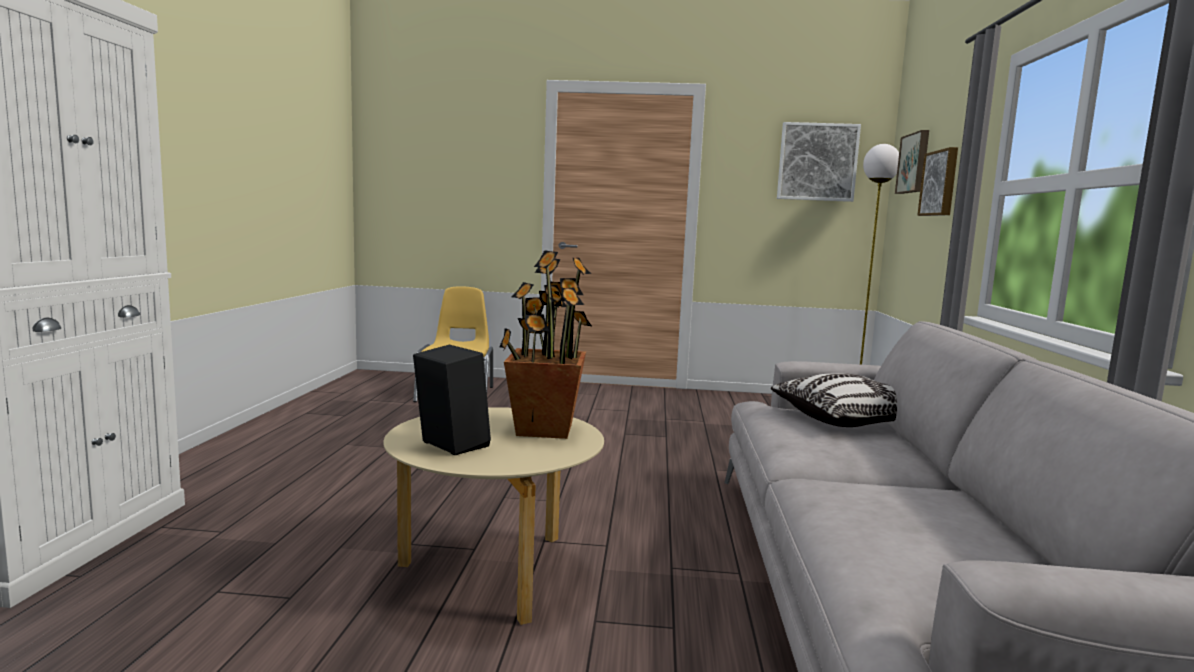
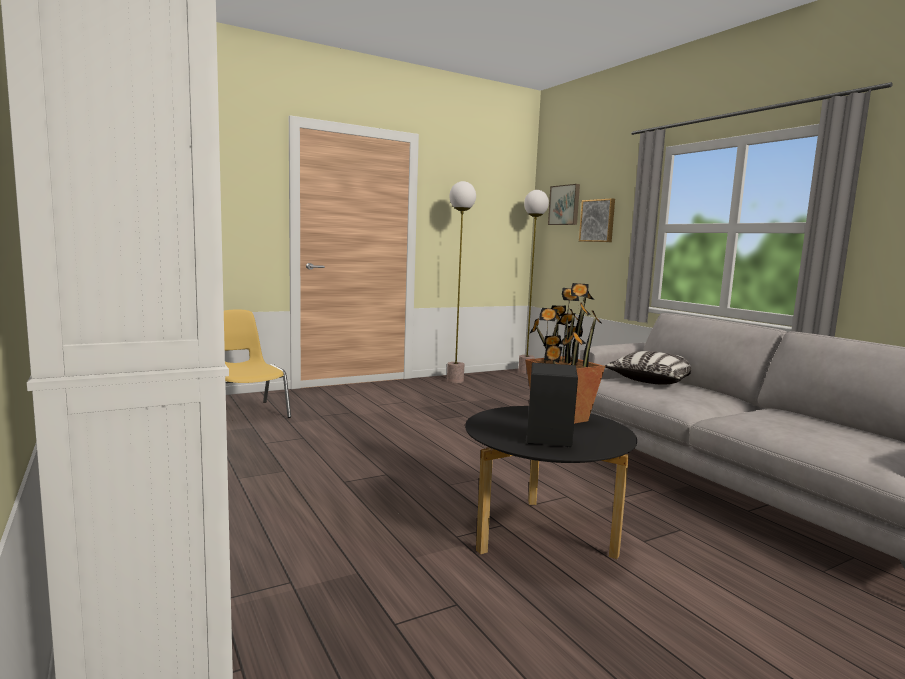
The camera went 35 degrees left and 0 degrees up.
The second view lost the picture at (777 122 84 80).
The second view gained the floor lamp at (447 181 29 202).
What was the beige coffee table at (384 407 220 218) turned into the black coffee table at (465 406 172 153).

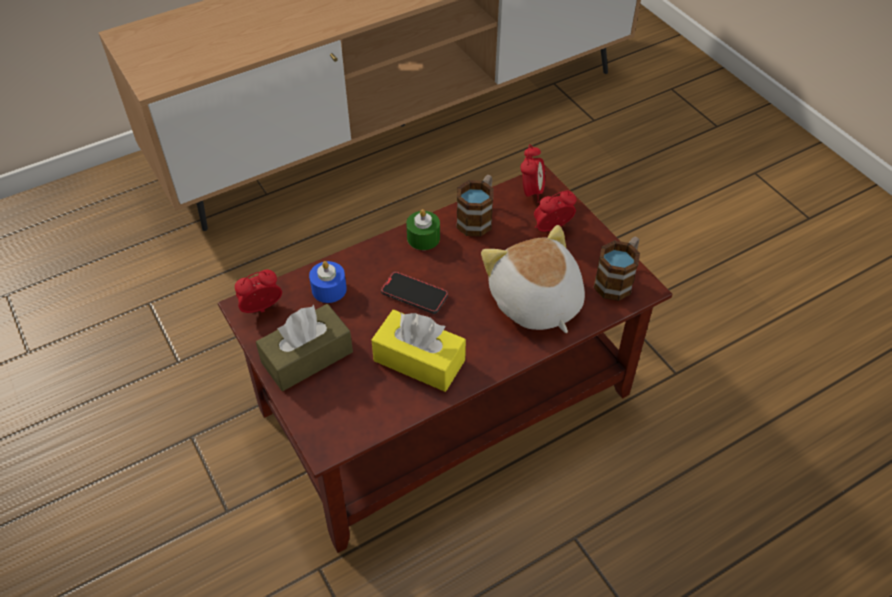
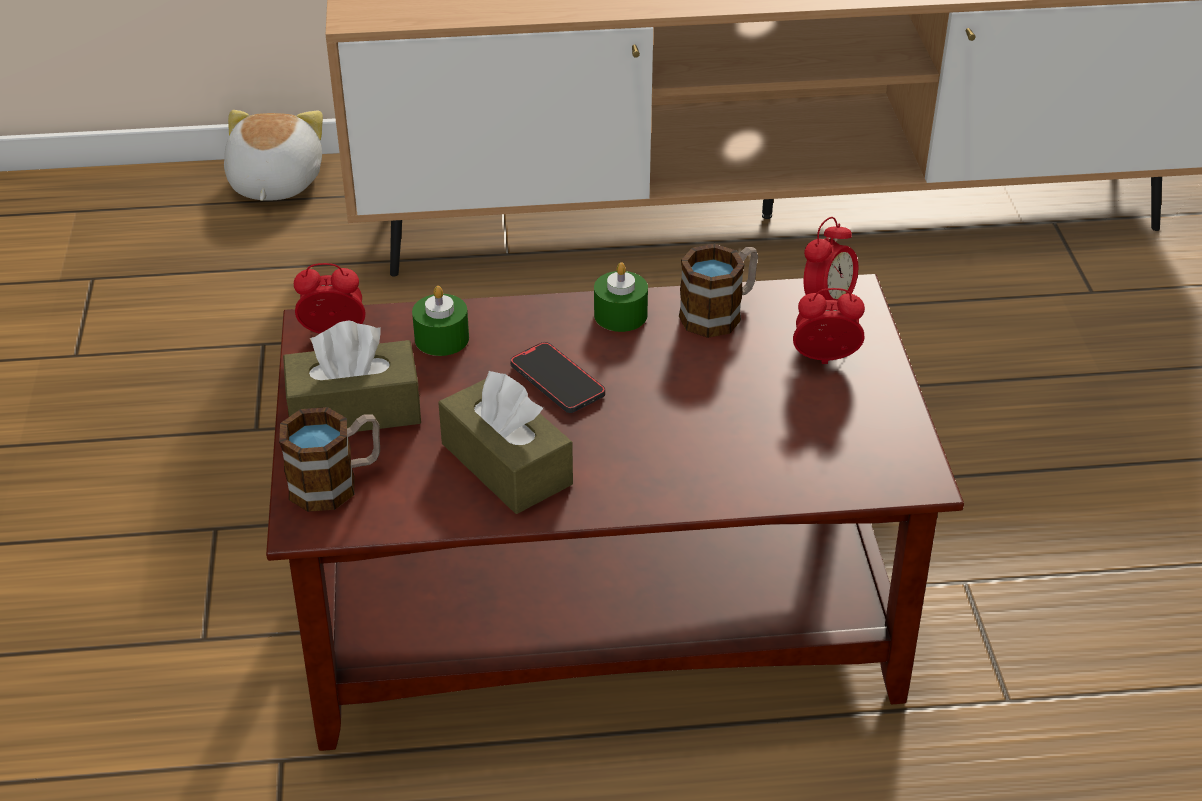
The camera went 25 degrees right and 10 degrees down.
The plush toy ended up elsewhere, having gone from (481 225 104 108) to (224 110 99 91).
The mug ended up elsewhere, having gone from (594 237 46 64) to (279 407 101 105).
What was the blue candle at (309 261 38 42) turned into the green candle at (412 286 57 70).
What was the yellow tissue box at (371 310 95 82) turned into the brown tissue box at (438 371 135 143).

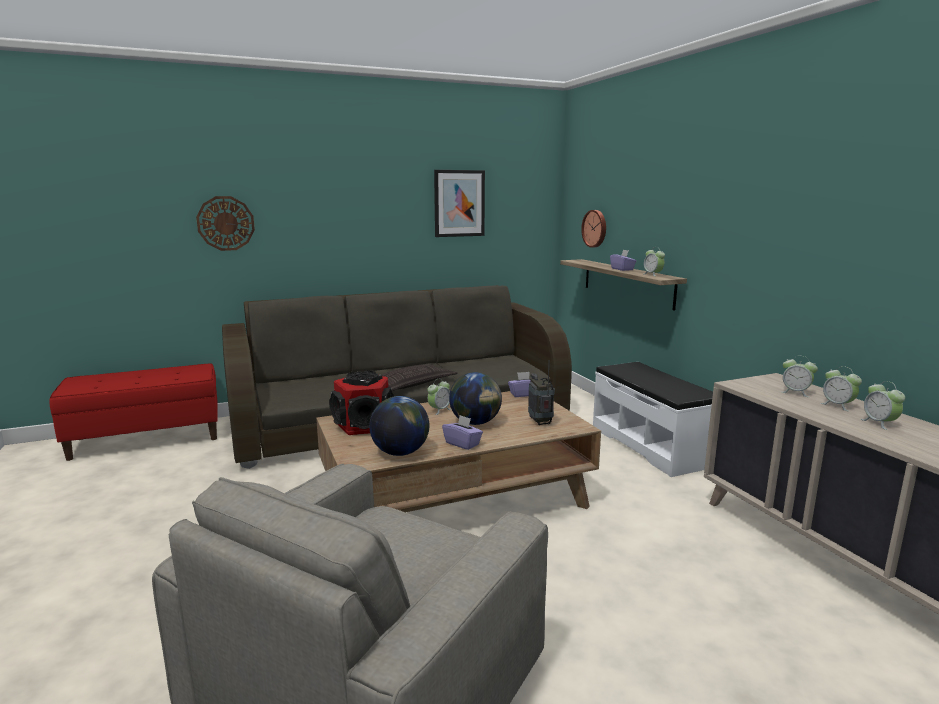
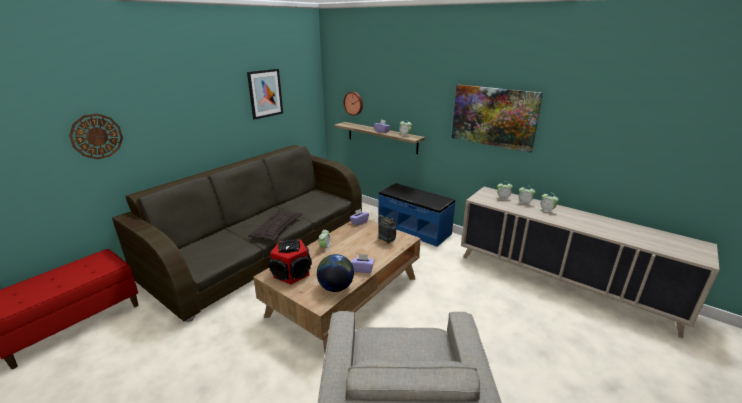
The camera went 30 degrees left and 10 degrees up.
The second view lost the globe at (449 372 53 53).
The second view gained the picture at (452 84 91 69).
What was the white bench at (593 362 120 115) turned into the blue bench at (378 183 77 64).

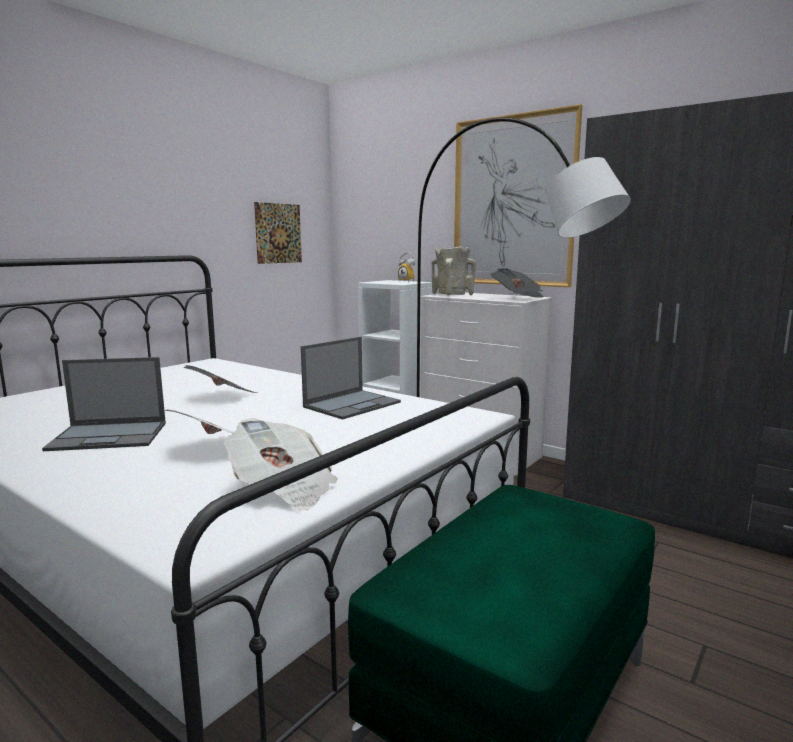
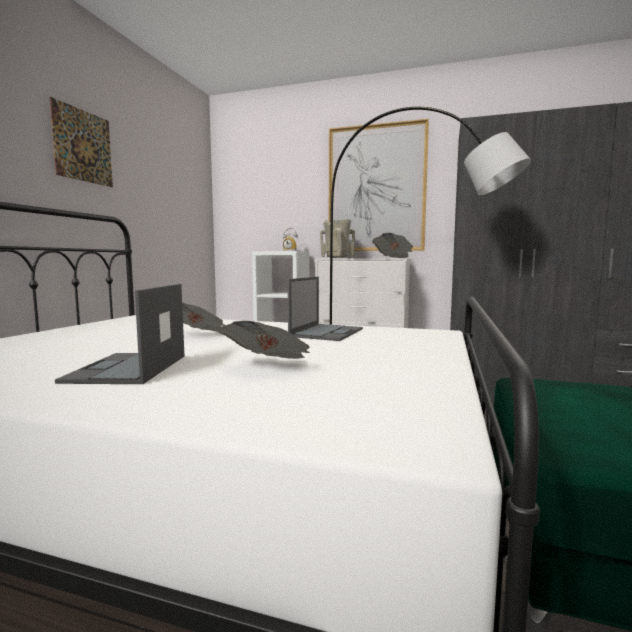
The camera went 20 degrees left and 5 degrees down.
The second view lost the newspaper at (224 418 114 92).
The picture ended up elsewhere, having gone from (254 202 48 62) to (49 97 64 90).
The laptop at (42 357 124 94) ended up facing another way, 120 degrees clockwise from before.

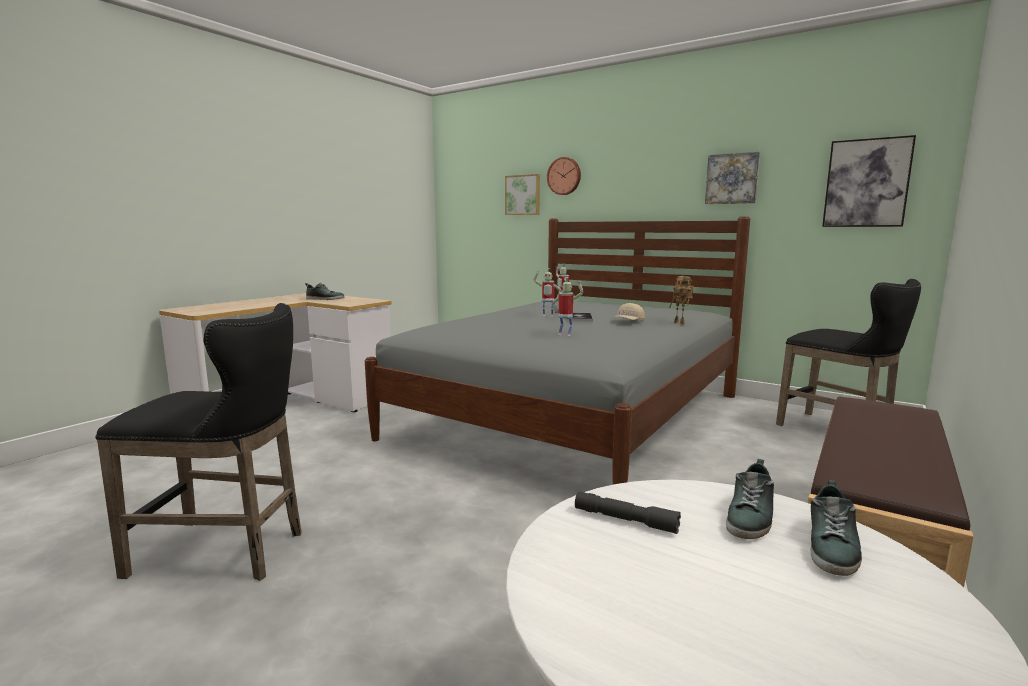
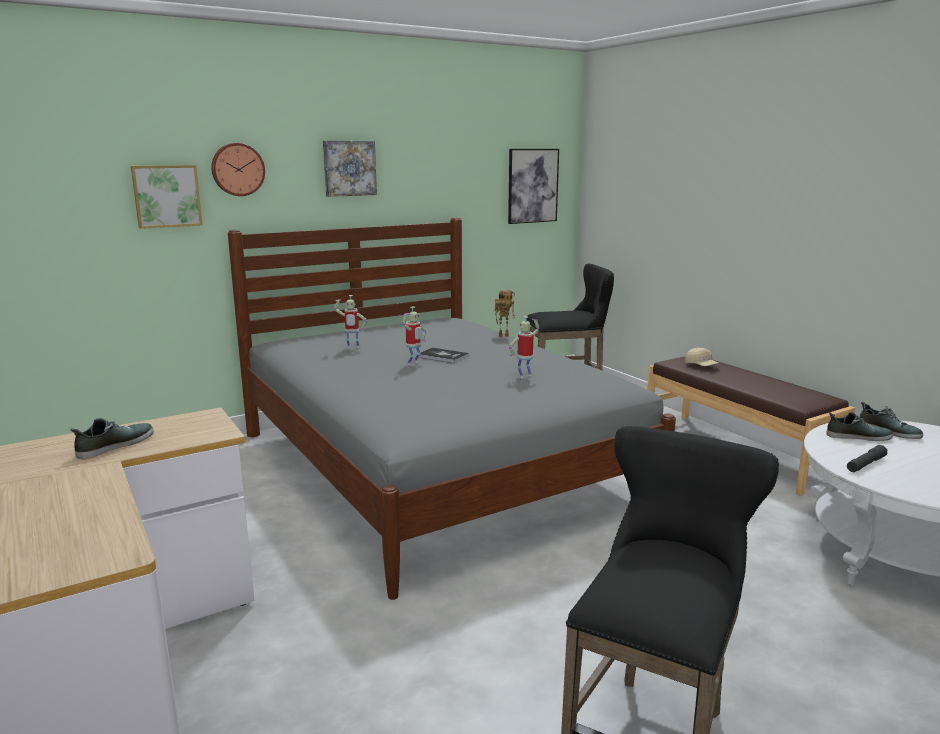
The camera went 65 degrees left and 5 degrees up.
The beige cap ended up elsewhere, having gone from (613 303 32 17) to (685 347 35 19).
The picture ended up elsewhere, having gone from (705 152 55 52) to (323 141 54 56).
The shoe at (726 459 48 80) ended up facing another way, 45 degrees counterclockwise from before.

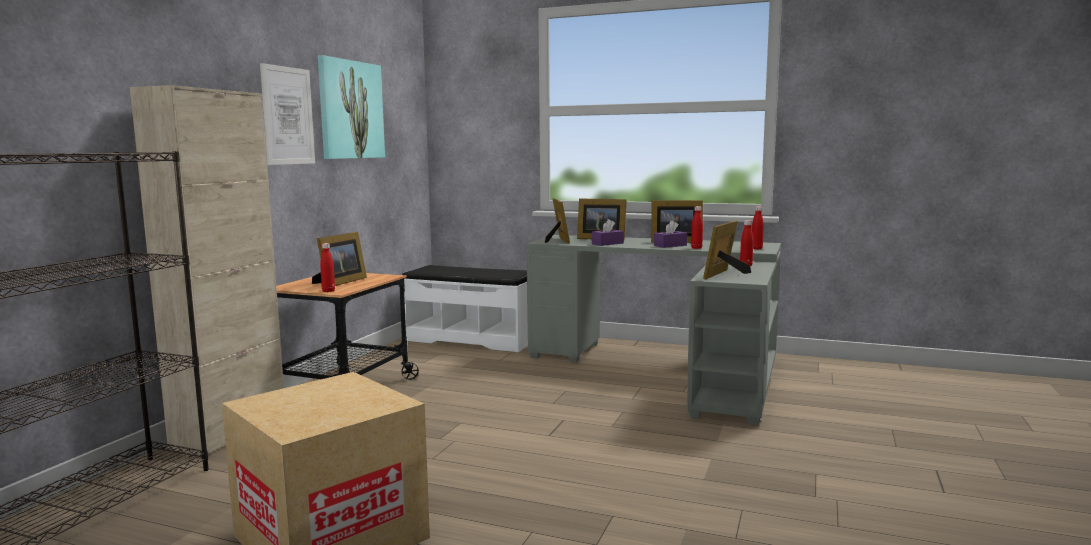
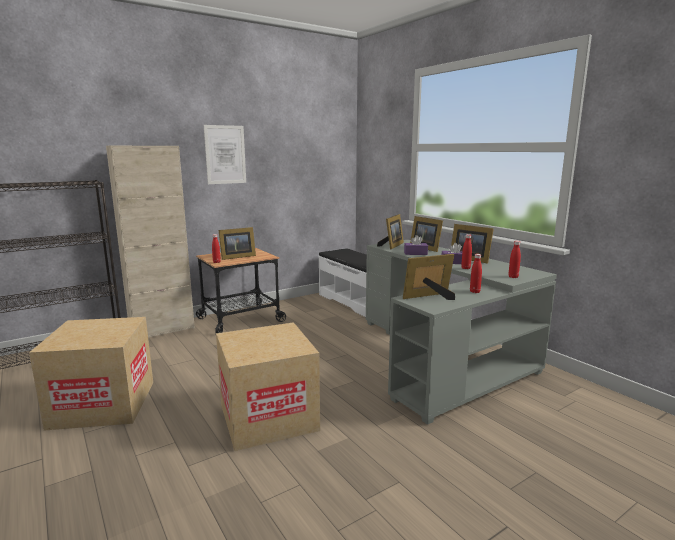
The camera went 35 degrees right and 5 degrees up.
The second view lost the picture at (318 55 67 104).
The second view gained the cardboard box at (216 322 104 129).

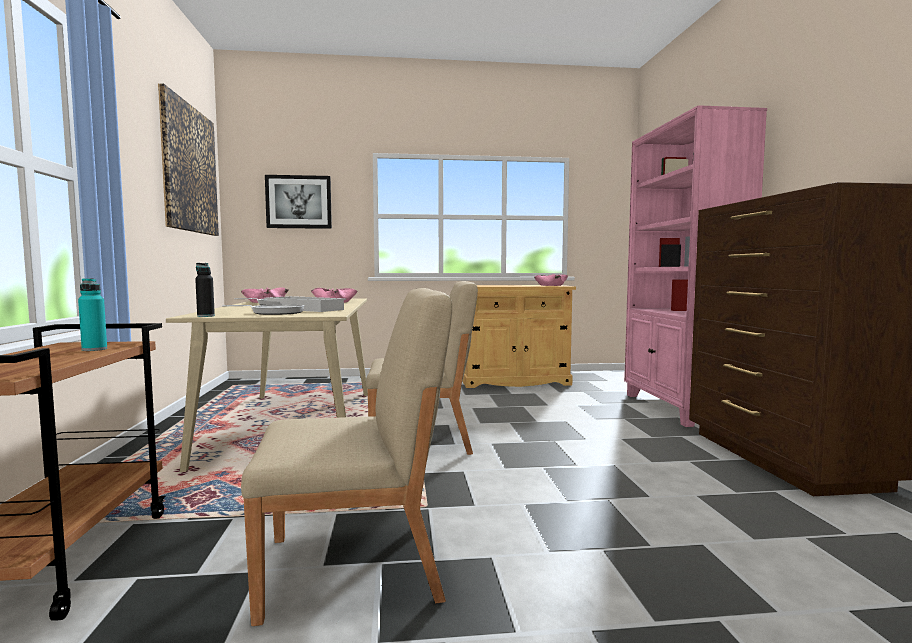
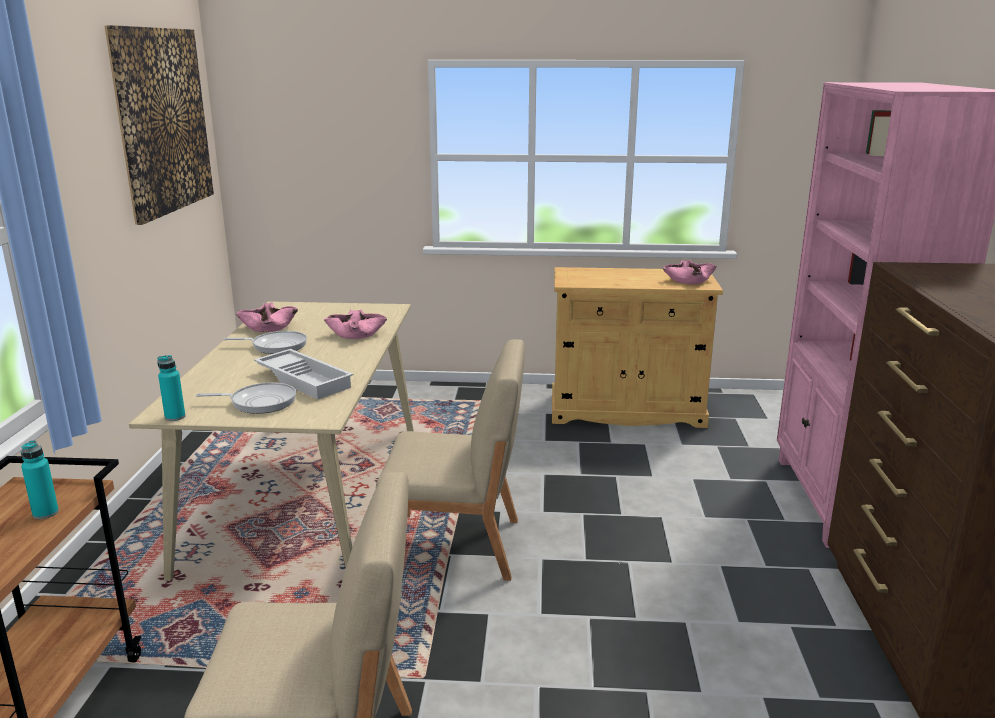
The camera went 10 degrees right and 15 degrees up.
The second view lost the picture at (265 175 67 54).
What was the black bottle at (195 263 20 54) turned into the turquoise bottle at (157 355 28 66).

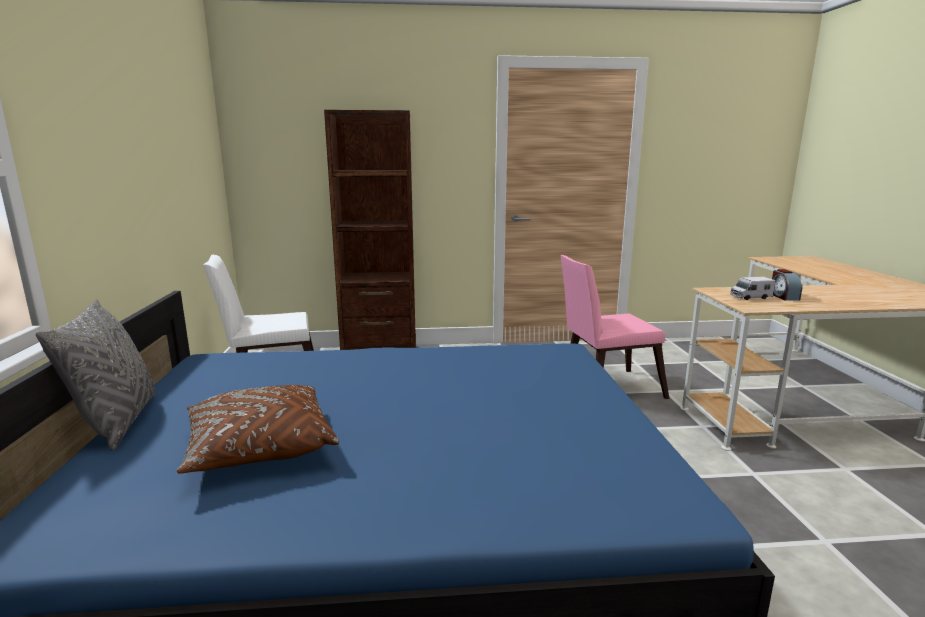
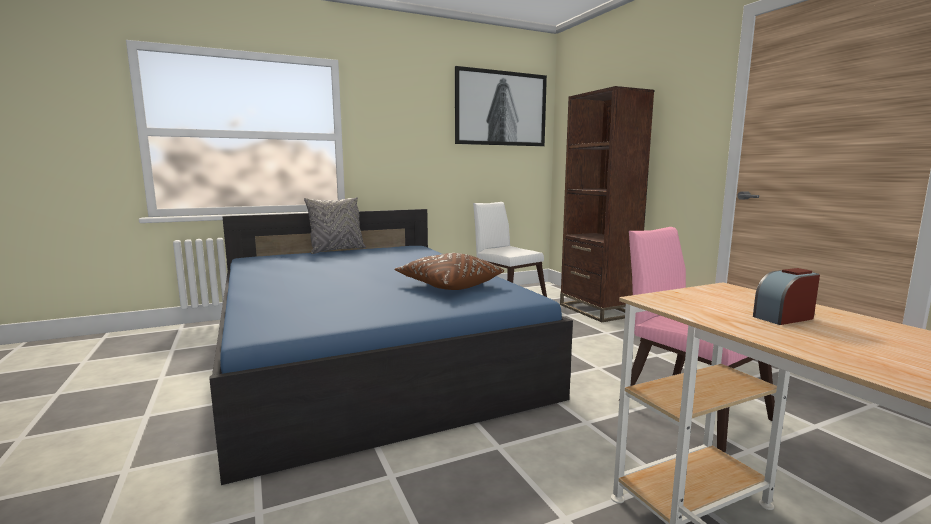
The camera went 70 degrees right and 5 degrees down.
The second view lost the toy truck at (730 277 45 23).
The second view gained the picture at (455 66 92 80).
The brown pillow ended up elsewhere, having gone from (177 385 162 89) to (395 253 109 37).

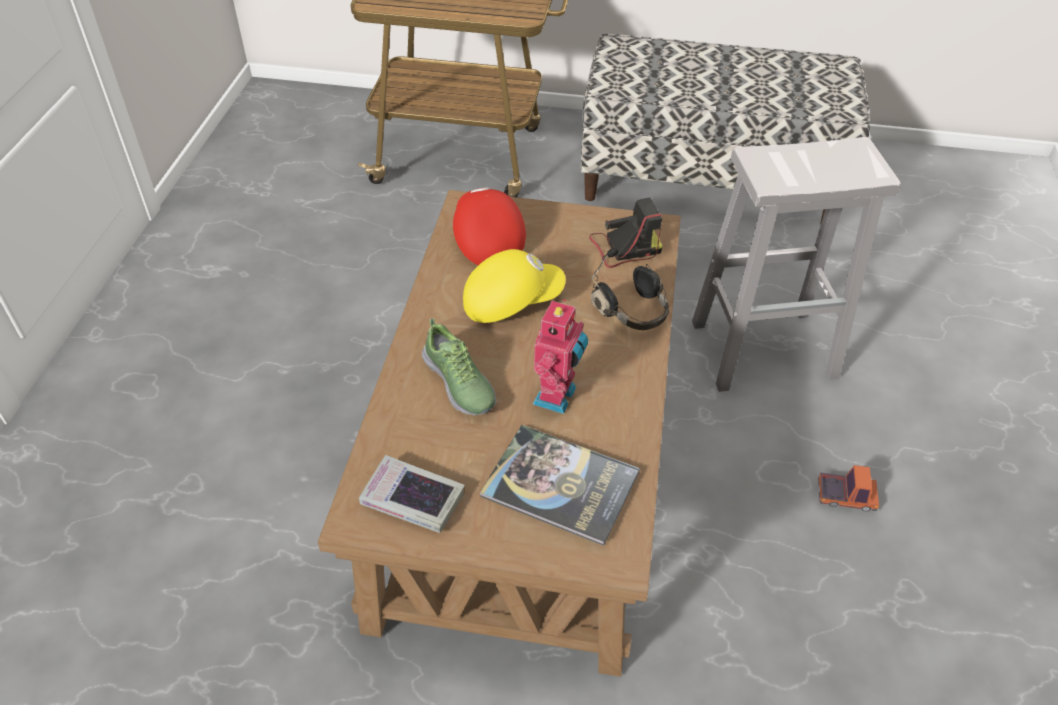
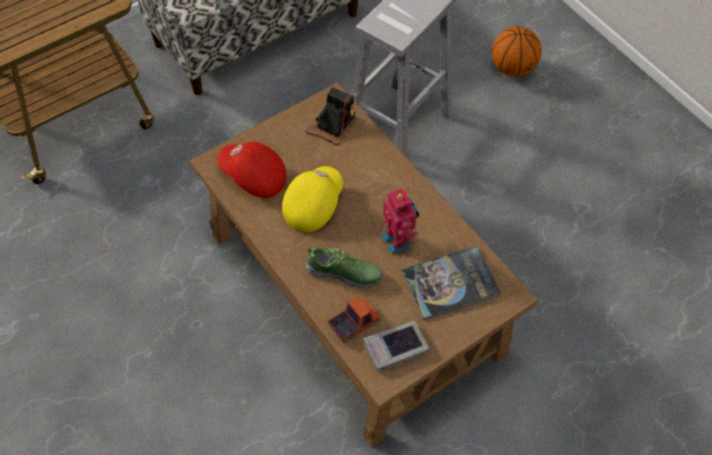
The camera went 45 degrees left and 10 degrees up.
The second view lost the black headphones at (591 248 78 82).
The second view gained the basketball at (492 27 50 50).
The toy truck ended up elsewhere, having gone from (818 465 61 46) to (328 296 52 47).

